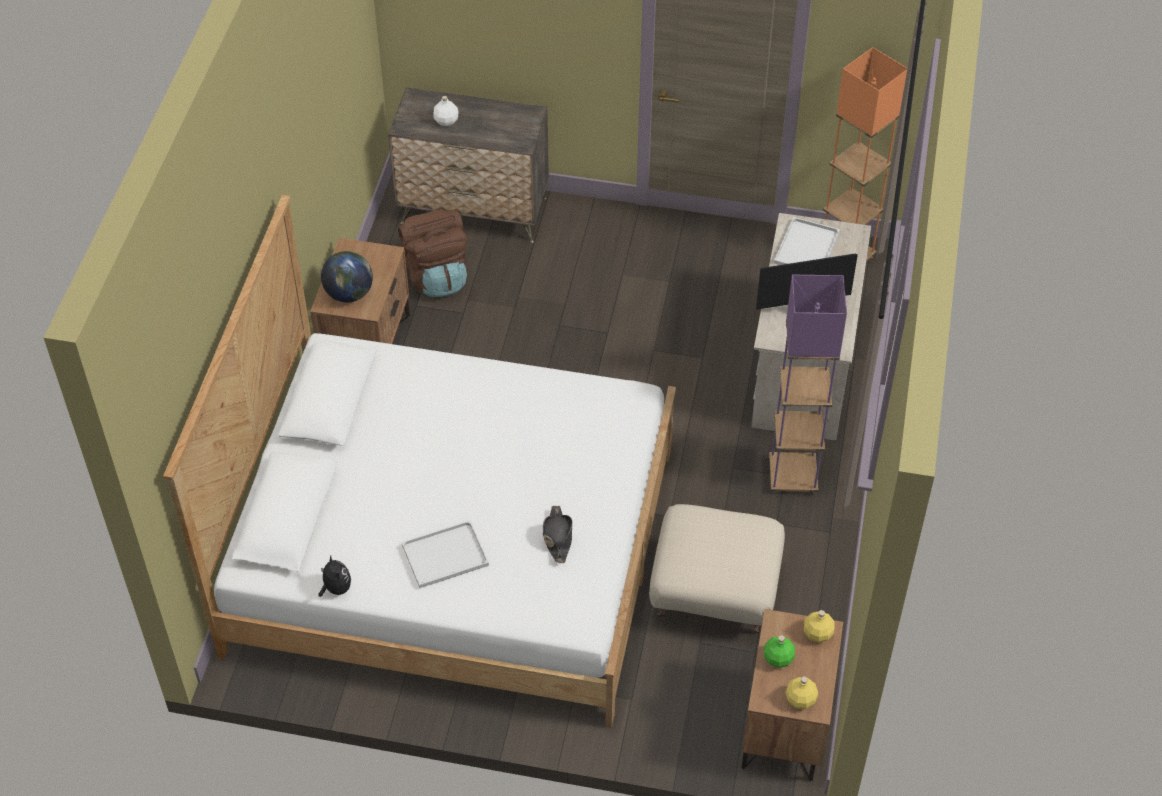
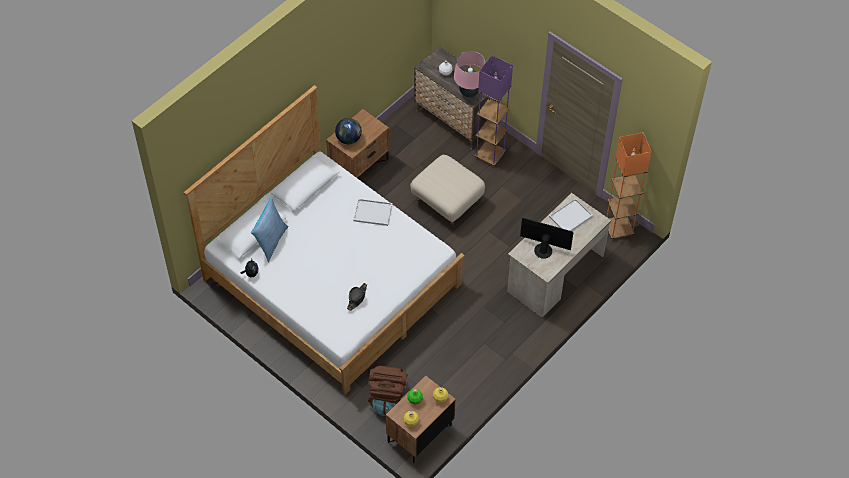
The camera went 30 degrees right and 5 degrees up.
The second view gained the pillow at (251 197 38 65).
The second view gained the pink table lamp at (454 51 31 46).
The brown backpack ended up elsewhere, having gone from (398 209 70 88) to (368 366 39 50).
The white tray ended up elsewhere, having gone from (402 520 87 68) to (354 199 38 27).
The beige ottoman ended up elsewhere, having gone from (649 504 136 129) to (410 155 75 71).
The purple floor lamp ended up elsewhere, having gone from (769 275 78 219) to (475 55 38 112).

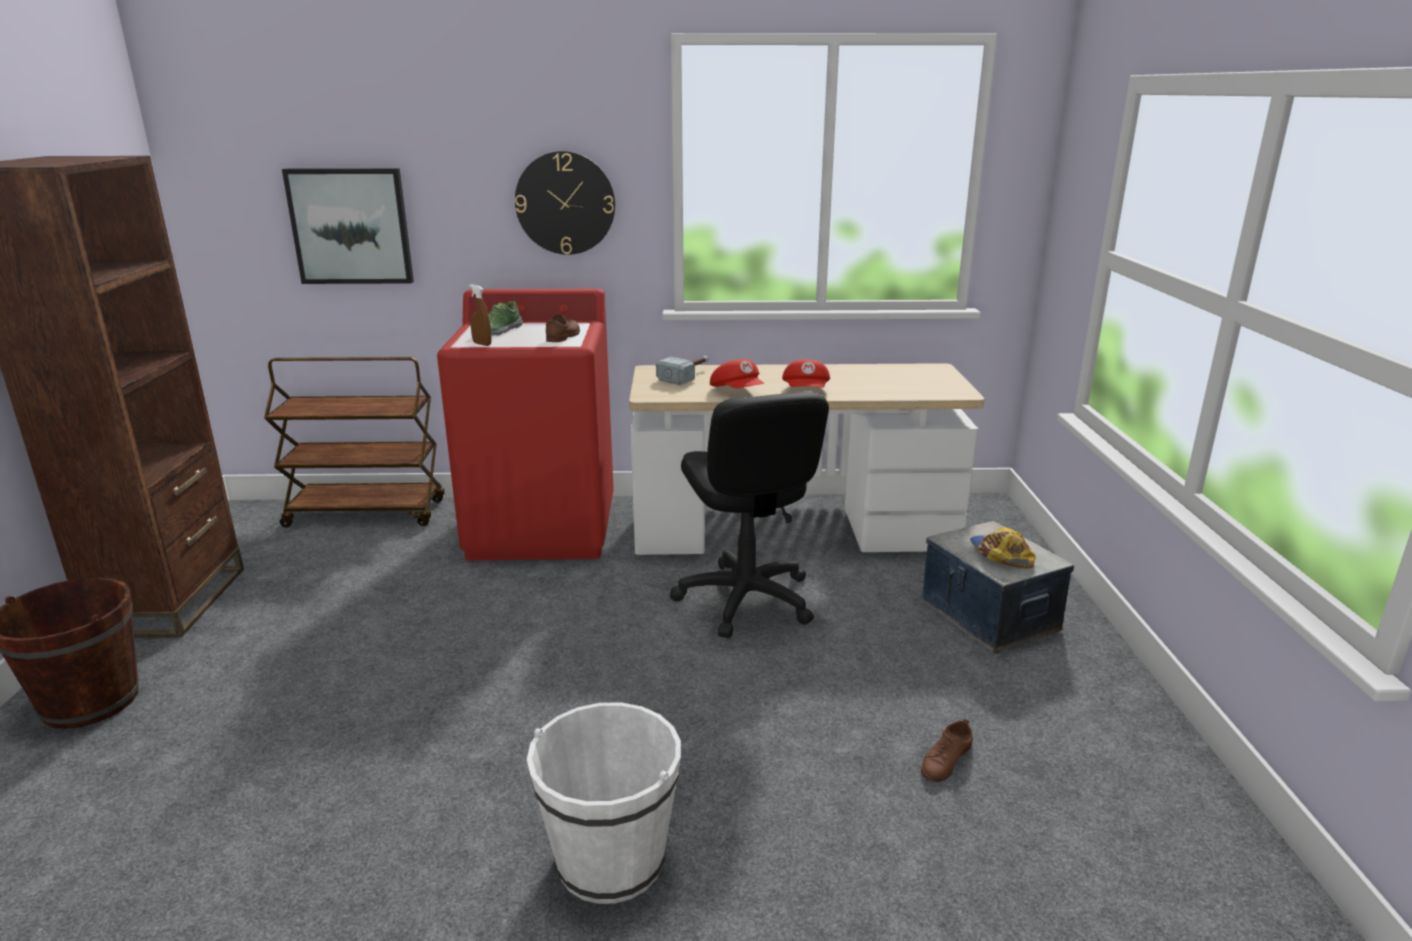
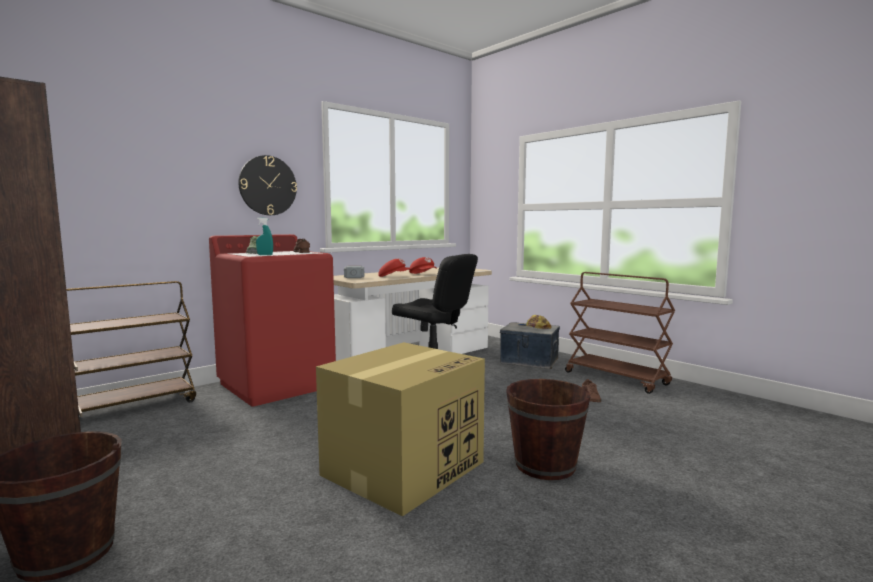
The camera went 40 degrees left and 15 degrees down.
The second view lost the picture at (282 168 132 116).
The second view gained the cardboard box at (316 342 169 175).
The second view gained the brown cart at (565 272 110 122).
What was the brown spray bottle at (469 284 23 62) turned into the turquoise spray bottle at (256 218 17 37).
What was the white bucket at (527 702 154 202) turned into the brown bucket at (506 379 84 101).

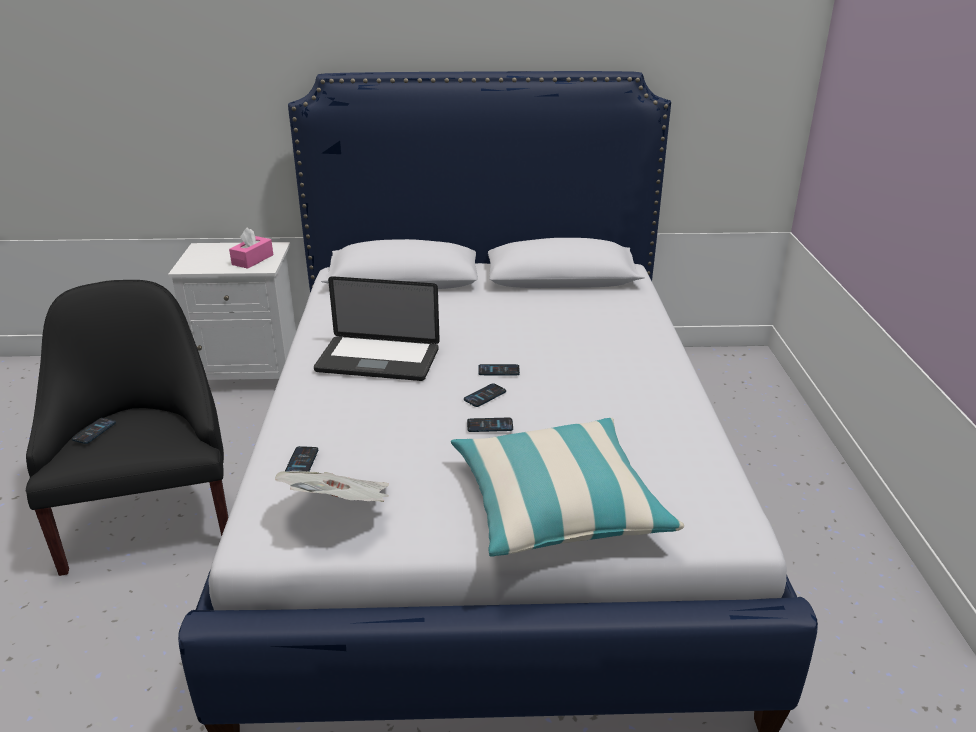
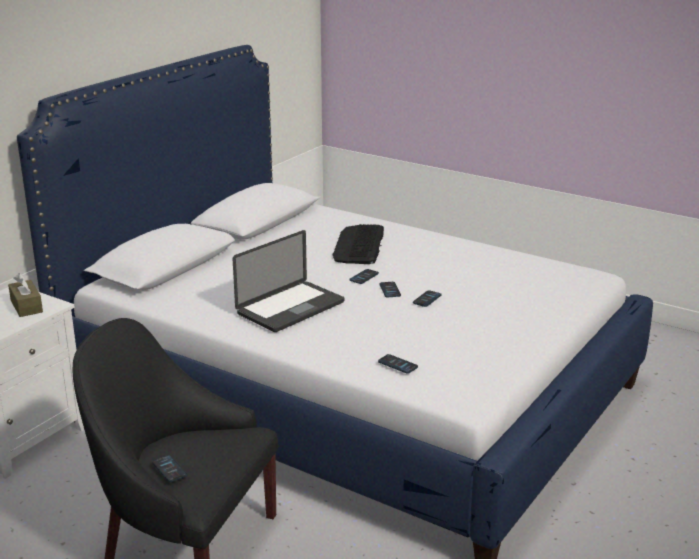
The camera went 55 degrees left and 5 degrees down.
The second view lost the newspaper at (275 471 114 31).
The second view lost the pillow at (451 418 233 139).
The second view gained the keyboard at (333 224 51 40).
What was the pink tissue box at (229 227 44 42) turned into the brown tissue box at (8 273 35 44).

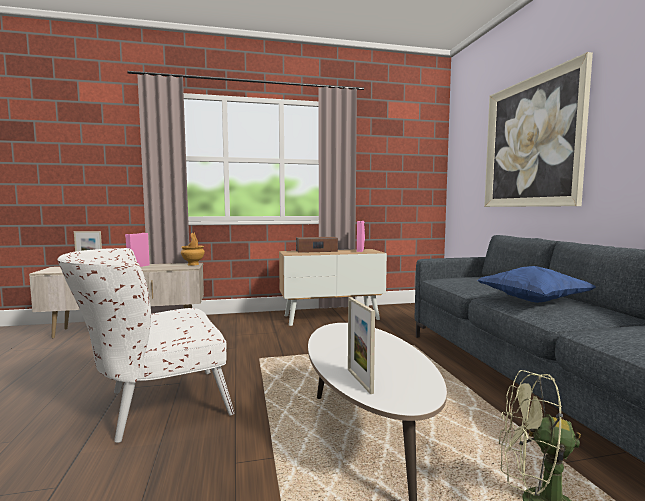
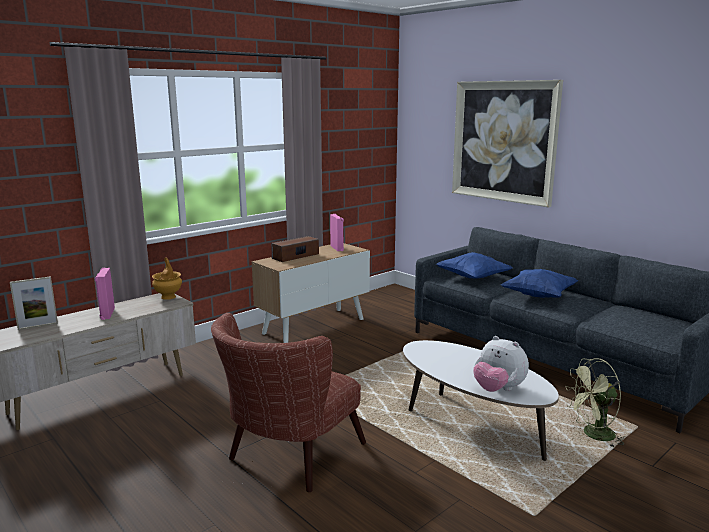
The camera went 30 degrees left and 10 degrees up.
The second view gained the blue pillow at (436 252 76 27).
Where the picture frame stood at (348 297 27 97), the plush toy came to stand at (473 336 56 56).
What was the white armchair at (57 248 178 195) turned into the brown armchair at (211 313 155 179).

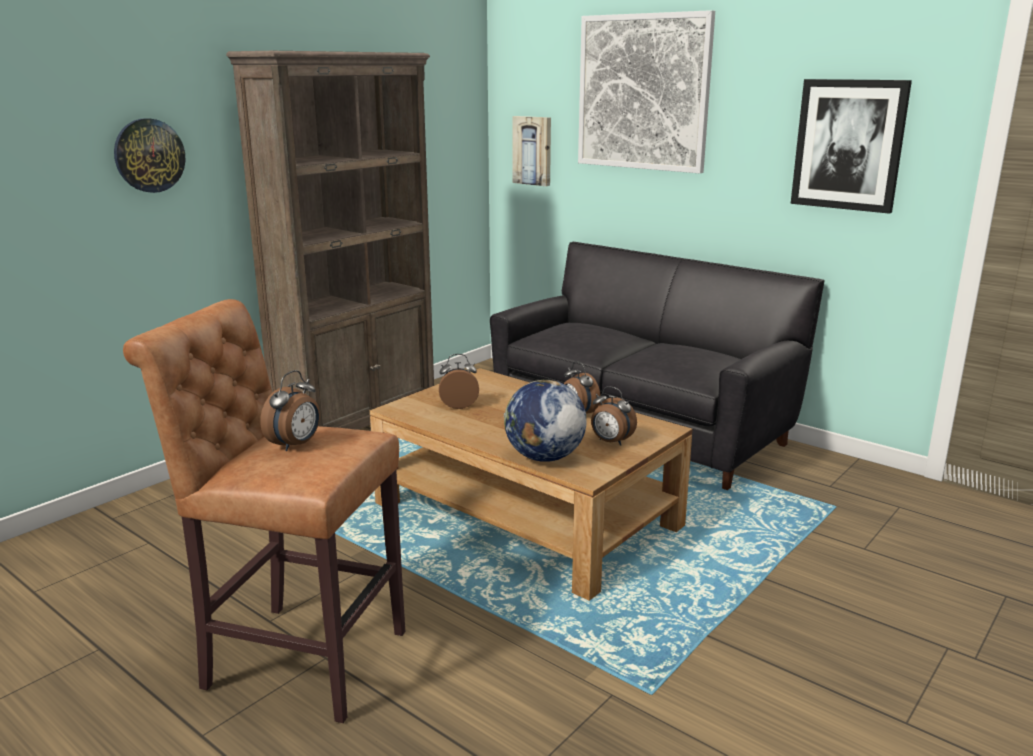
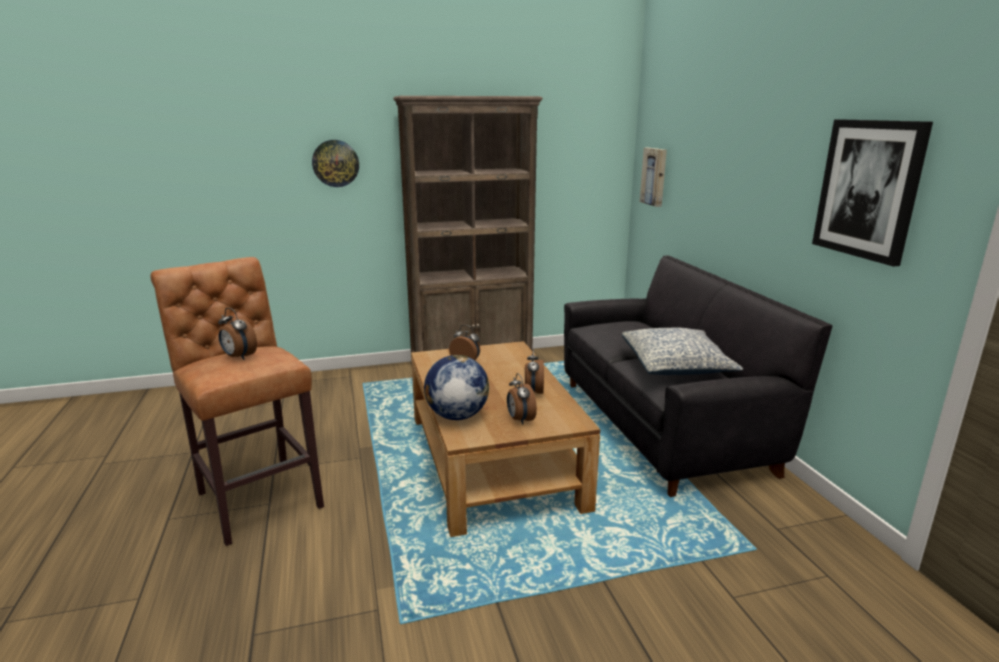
The camera went 35 degrees right and 0 degrees up.
The second view lost the picture at (578 10 137 164).
The second view gained the pillow at (622 328 121 47).
The alarm clock at (260 370 60 81) ended up facing another way, 60 degrees clockwise from before.

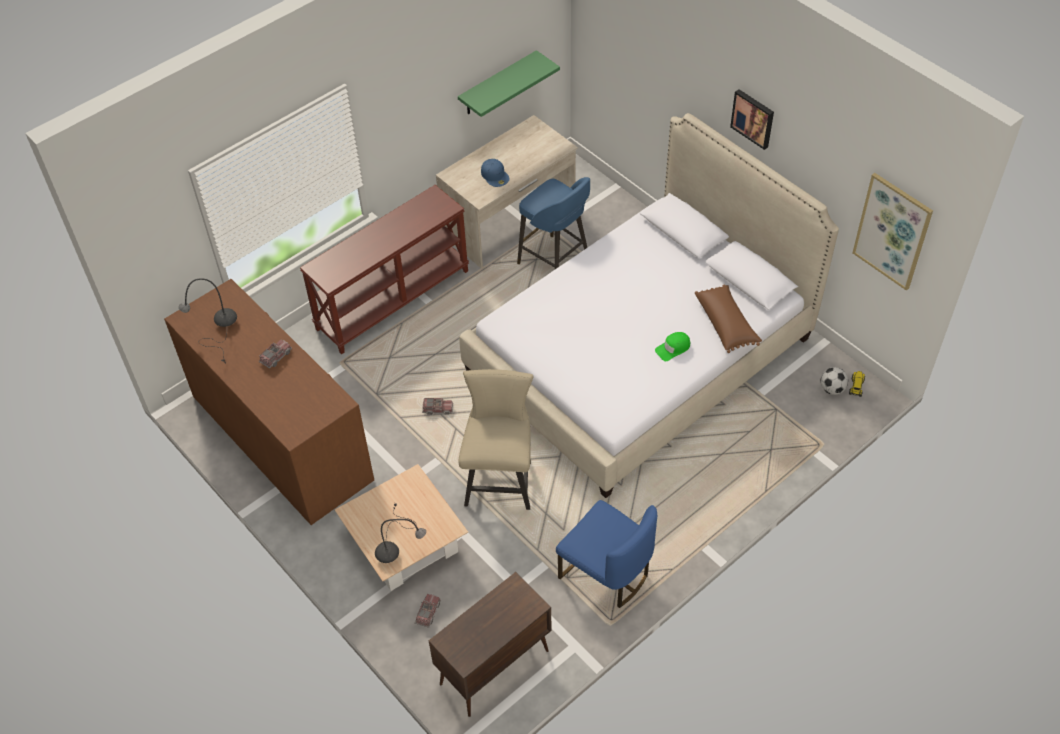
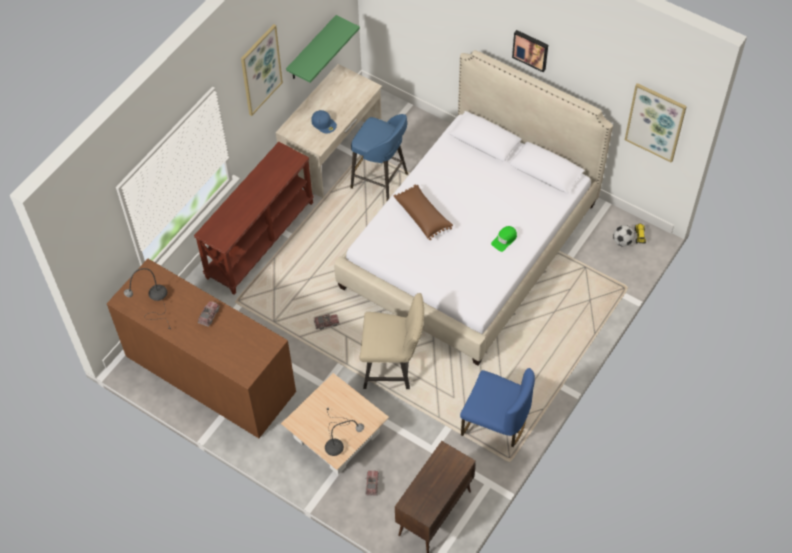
The camera went 15 degrees left and 5 degrees up.
The second view gained the picture at (241 24 42 92).
The brown pillow ended up elsewhere, having gone from (695 284 67 69) to (394 185 59 55).
The beige chair at (458 369 76 141) ended up facing another way, 105 degrees clockwise from before.

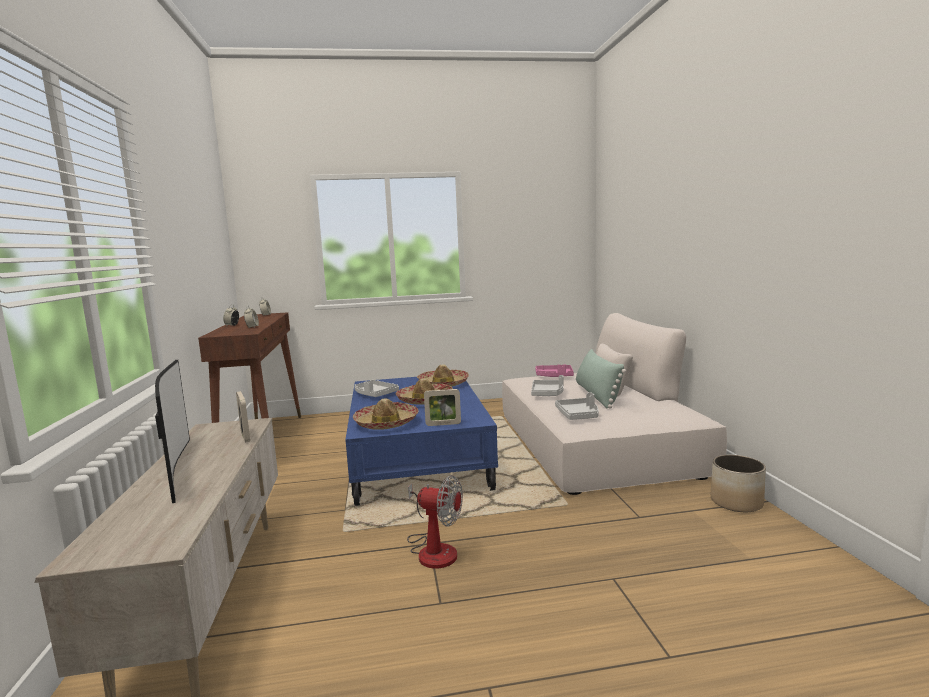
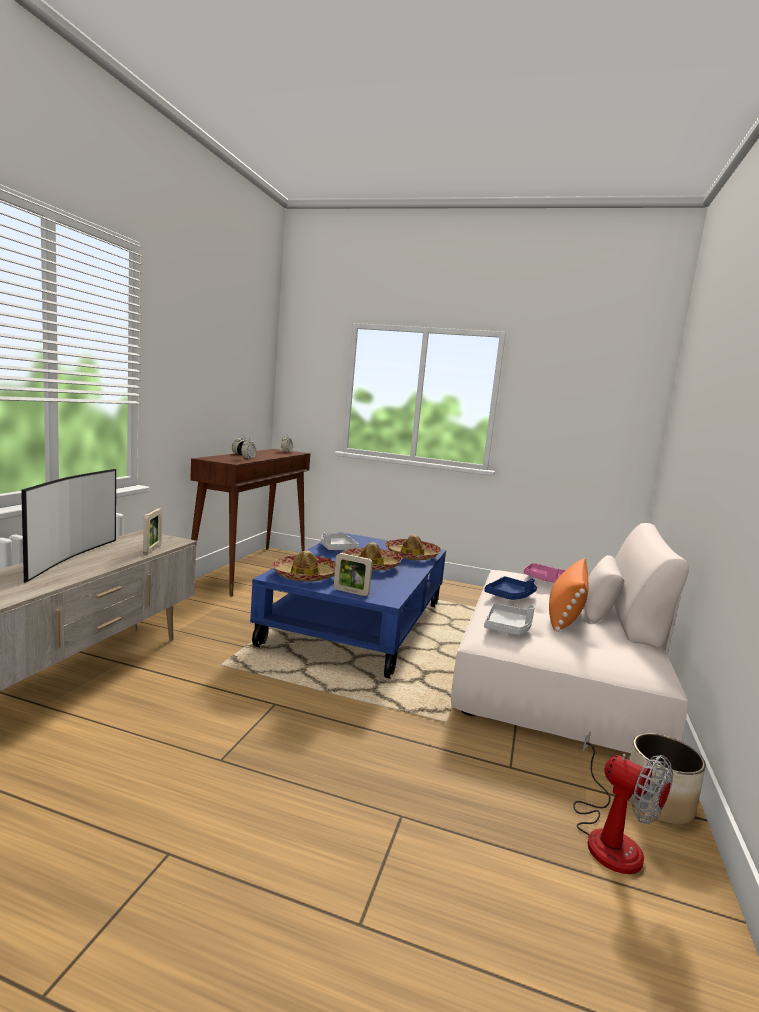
The camera went 25 degrees right and 0 degrees up.
The fan ended up elsewhere, having gone from (407 475 56 94) to (573 731 100 143).
What was the grey tray at (531 375 33 21) turned into the blue tray at (484 576 53 24).
What was the green pillow at (576 349 50 59) turned into the orange pillow at (549 558 40 74).

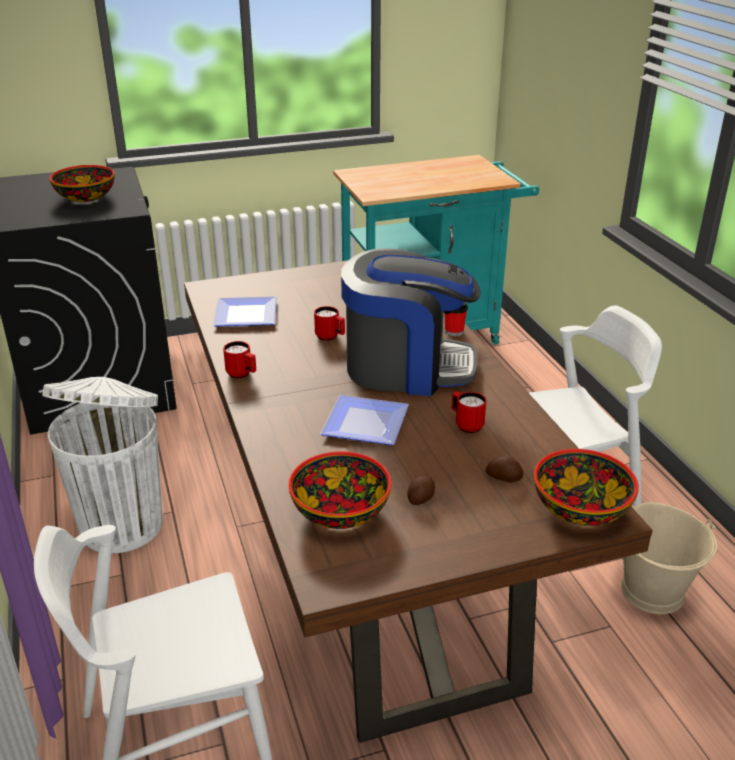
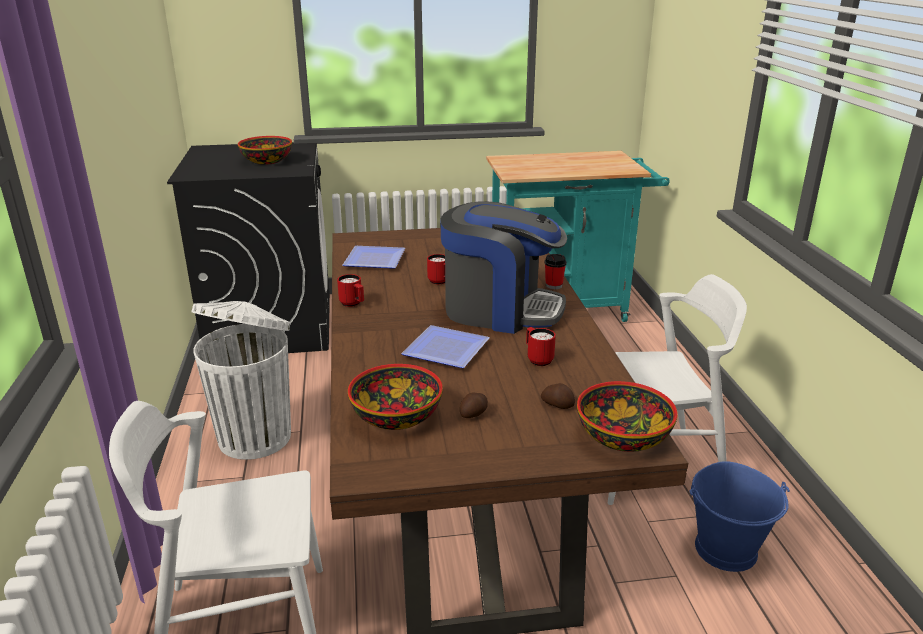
The camera went 10 degrees right and 5 degrees down.
What was the beige bucket at (621 502 97 112) turned into the blue bucket at (689 461 101 111).

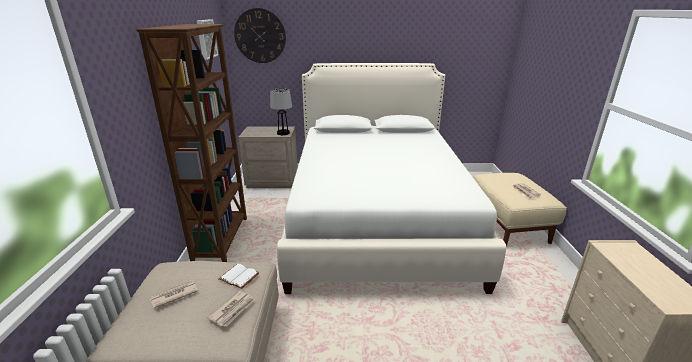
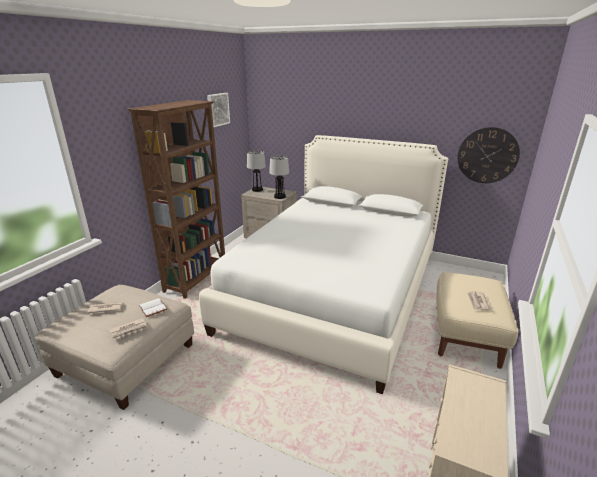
The camera went 25 degrees right and 0 degrees up.
The second view gained the table lamp at (247 151 19 41).
The wall clock ended up elsewhere, having gone from (234 8 52 55) to (457 127 63 56).

